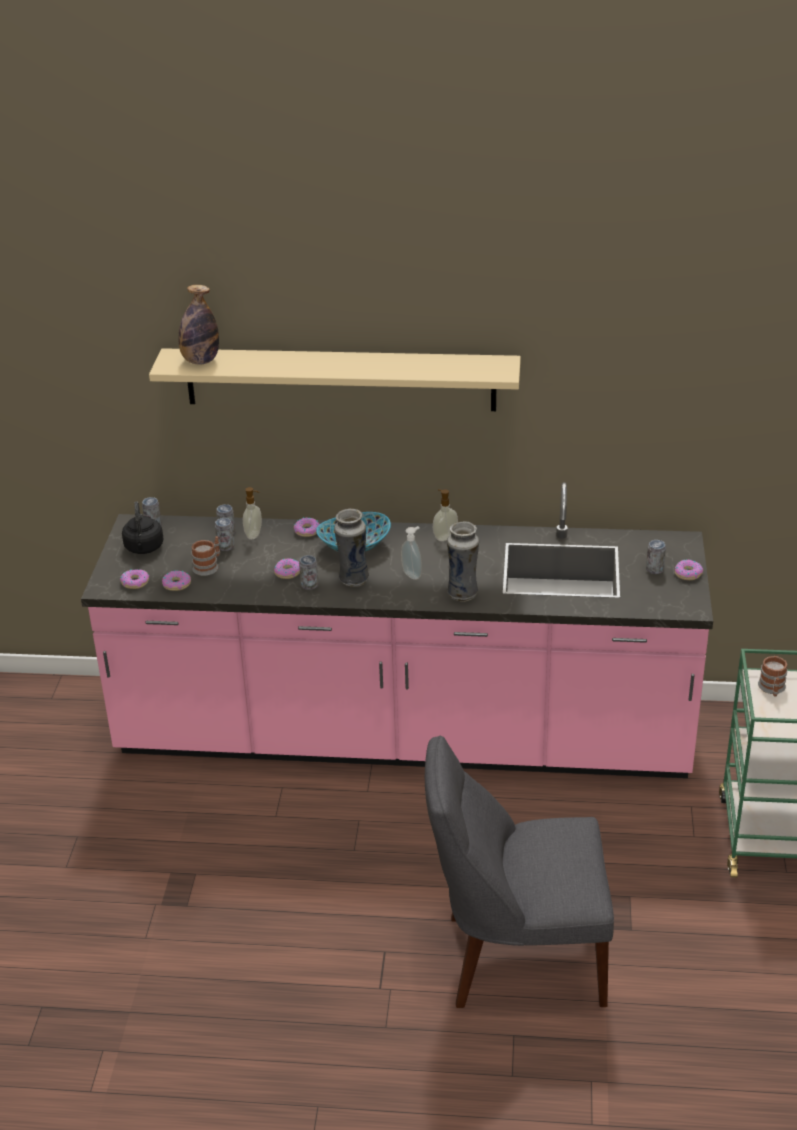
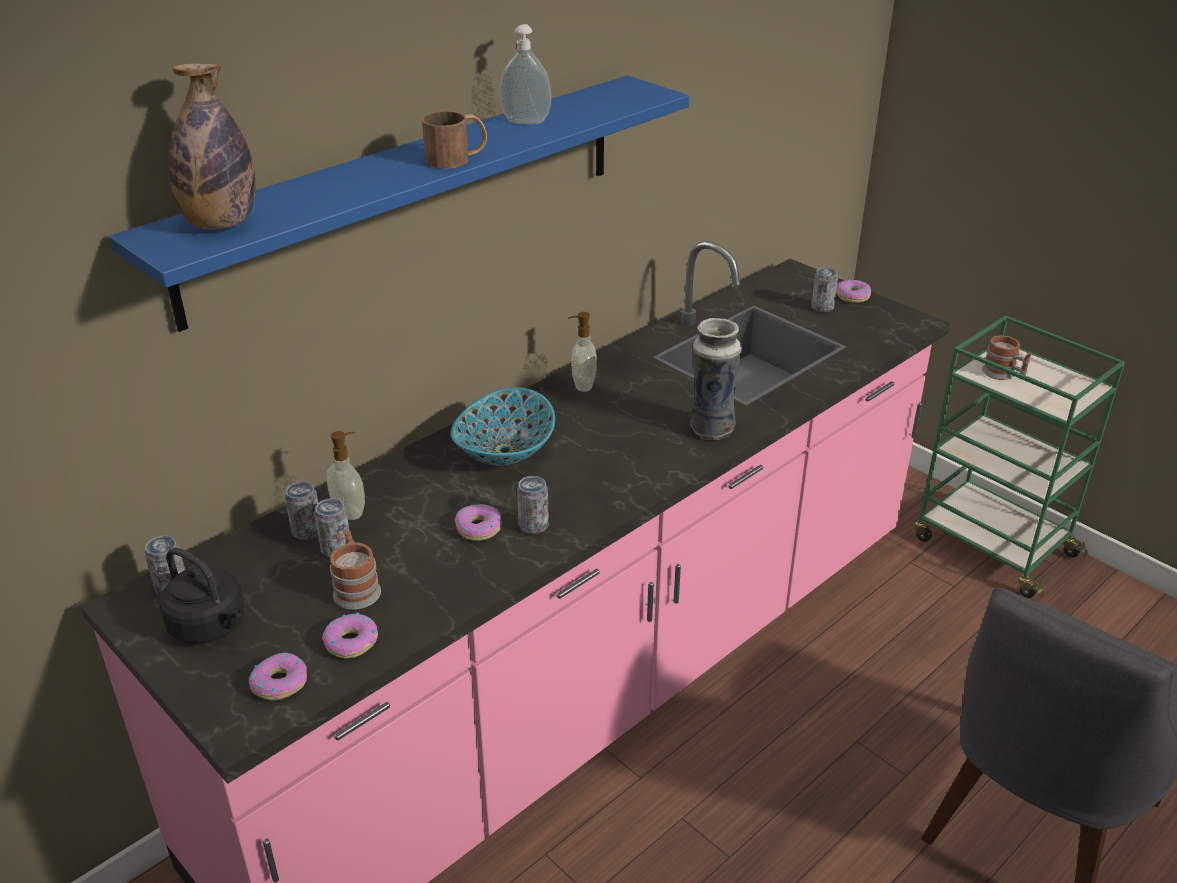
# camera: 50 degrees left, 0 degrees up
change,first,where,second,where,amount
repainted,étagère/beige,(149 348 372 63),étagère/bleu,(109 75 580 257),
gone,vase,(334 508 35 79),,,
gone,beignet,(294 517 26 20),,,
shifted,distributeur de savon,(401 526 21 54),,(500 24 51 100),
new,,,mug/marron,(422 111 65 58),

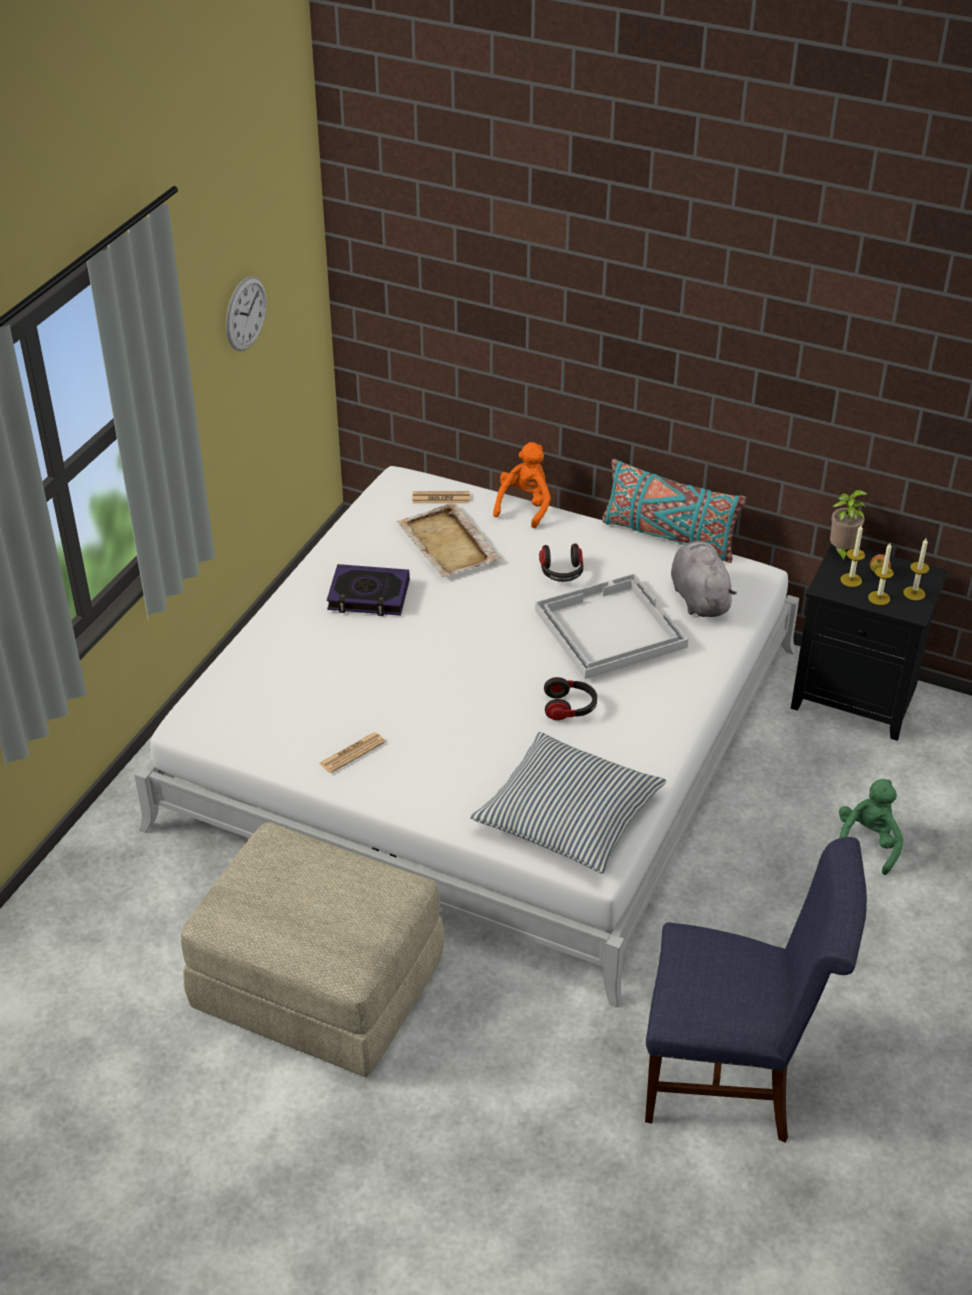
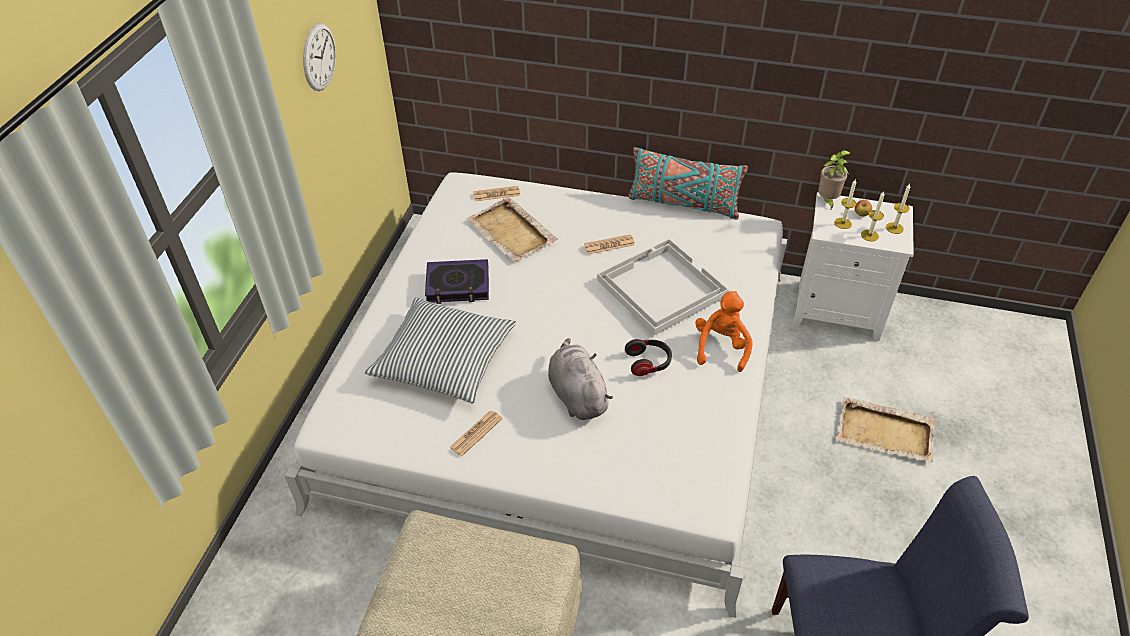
# camera: 10 degrees left, 5 degrees up
change,first,where,second,where,amount
shifted,peluche/orange,(493 442 58 86),,(695 291 58 81),
shifted,peluche/gris,(671 540 66 77),,(548 338 65 82),
swapped,casque audio,(539 543 44 39),journal,(584 234 51 20),
repainted,table de chevet/noir,(791 543 158 198),table de chevet/blanc,(792 192 122 149),
shifted,coussin,(470 732 196 142),,(364 298 153 105),
swapped,peluche/vert,(839 779 64 96),plateau/beige,(836 397 100 65),

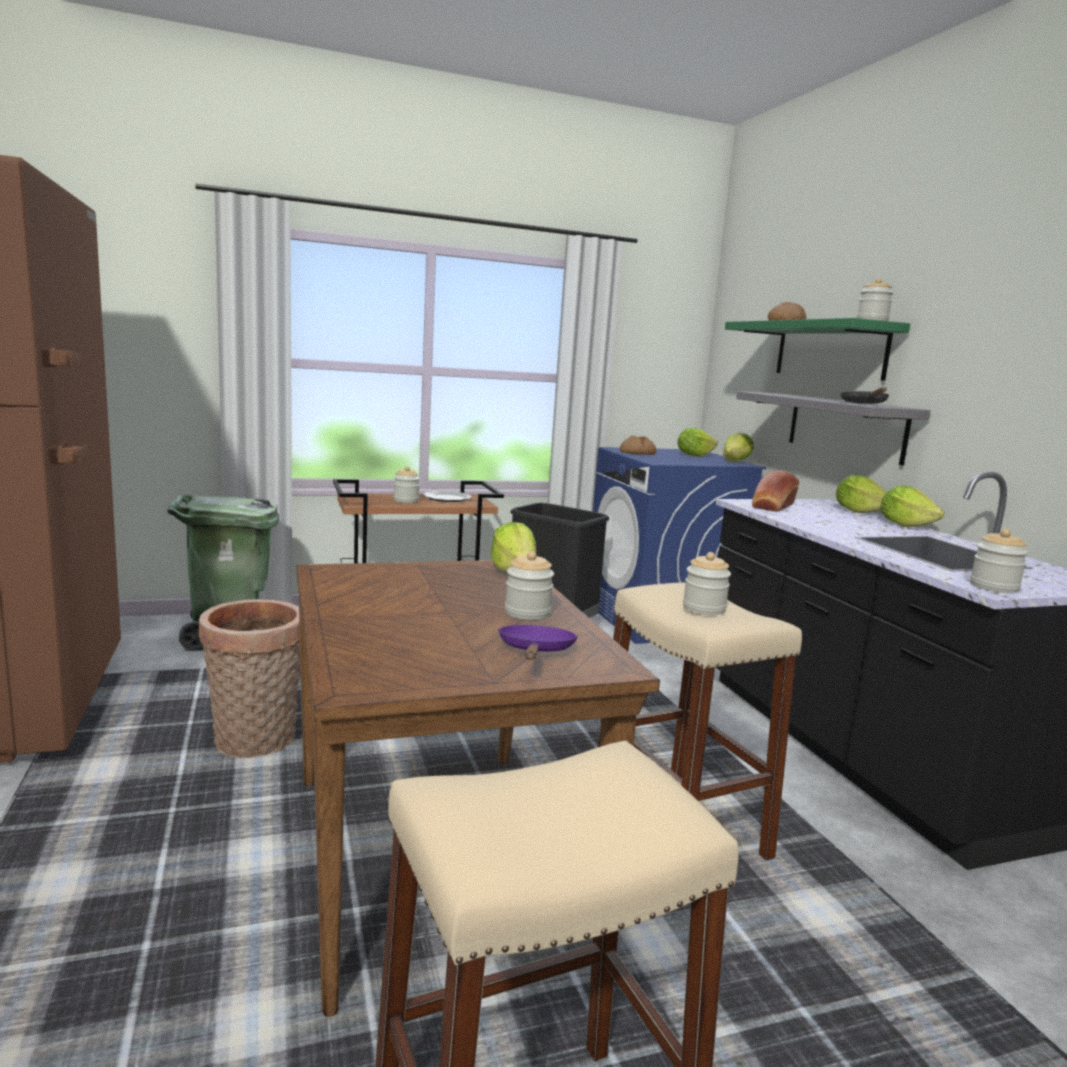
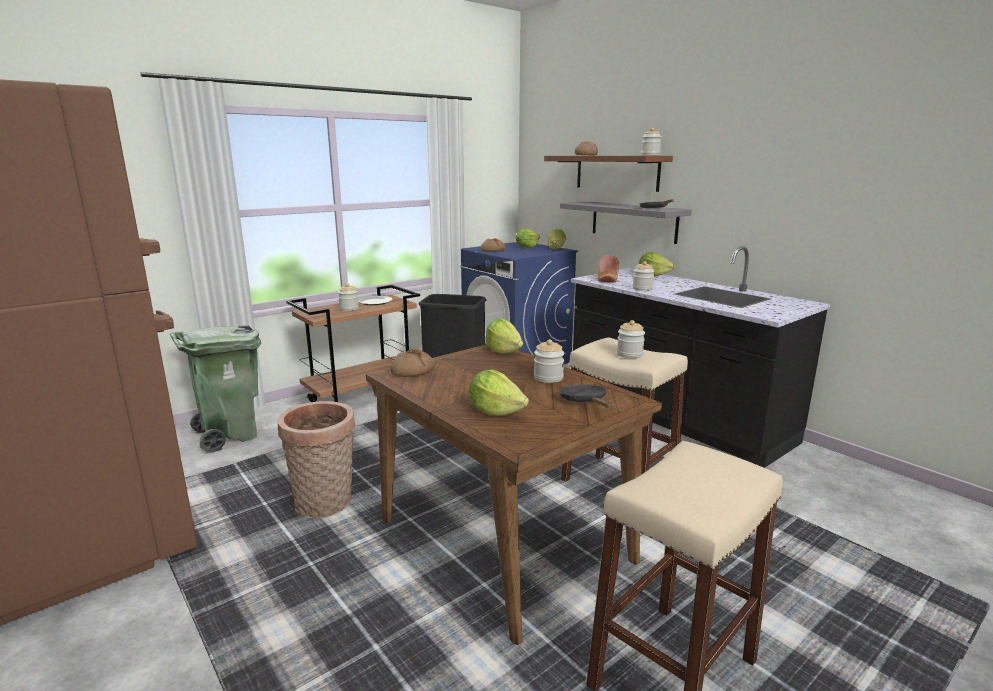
# camera: 20 degrees left, 5 degrees up
change,first,where,second,where,amount
repainted,étagère/vert,(725 318 185 63),étagère/marron,(544 156 129 36),
shifted,laitue,(881 485 63 42),,(469 370 60 46),
shifted,bocal,(970 529 58 64),,(633 261 22 30),
repainted,poêle/violet,(498 625 80 35),poêle/noir,(559 384 52 23),
new,,,pain,(390 349 45 28),

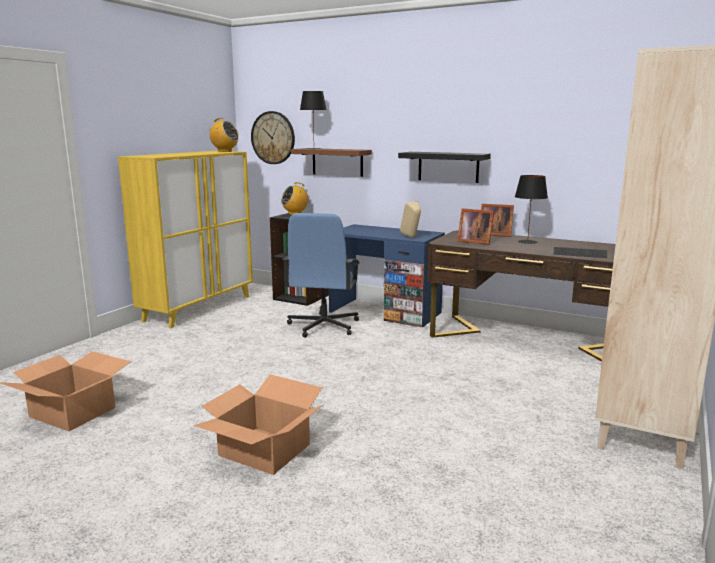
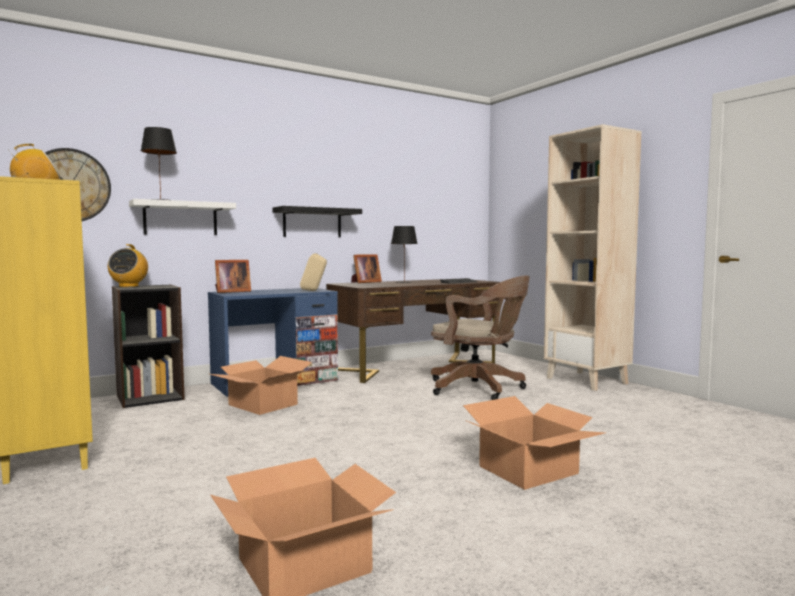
# camera: 60 degrees left, 10 degrees down
change,first,where,second,where,amount
repainted,étagère/marron,(291 148 81 29),étagère/blanc,(129 199 107 36),
shifted,cadre photo,(457 208 37 37),,(215 260 36 33),
swapped,chaise de bureau/bleu,(282 213 78 125),carton,(210 356 102 59),
new,,,chaise de bureau/marron,(431 275 99 125),

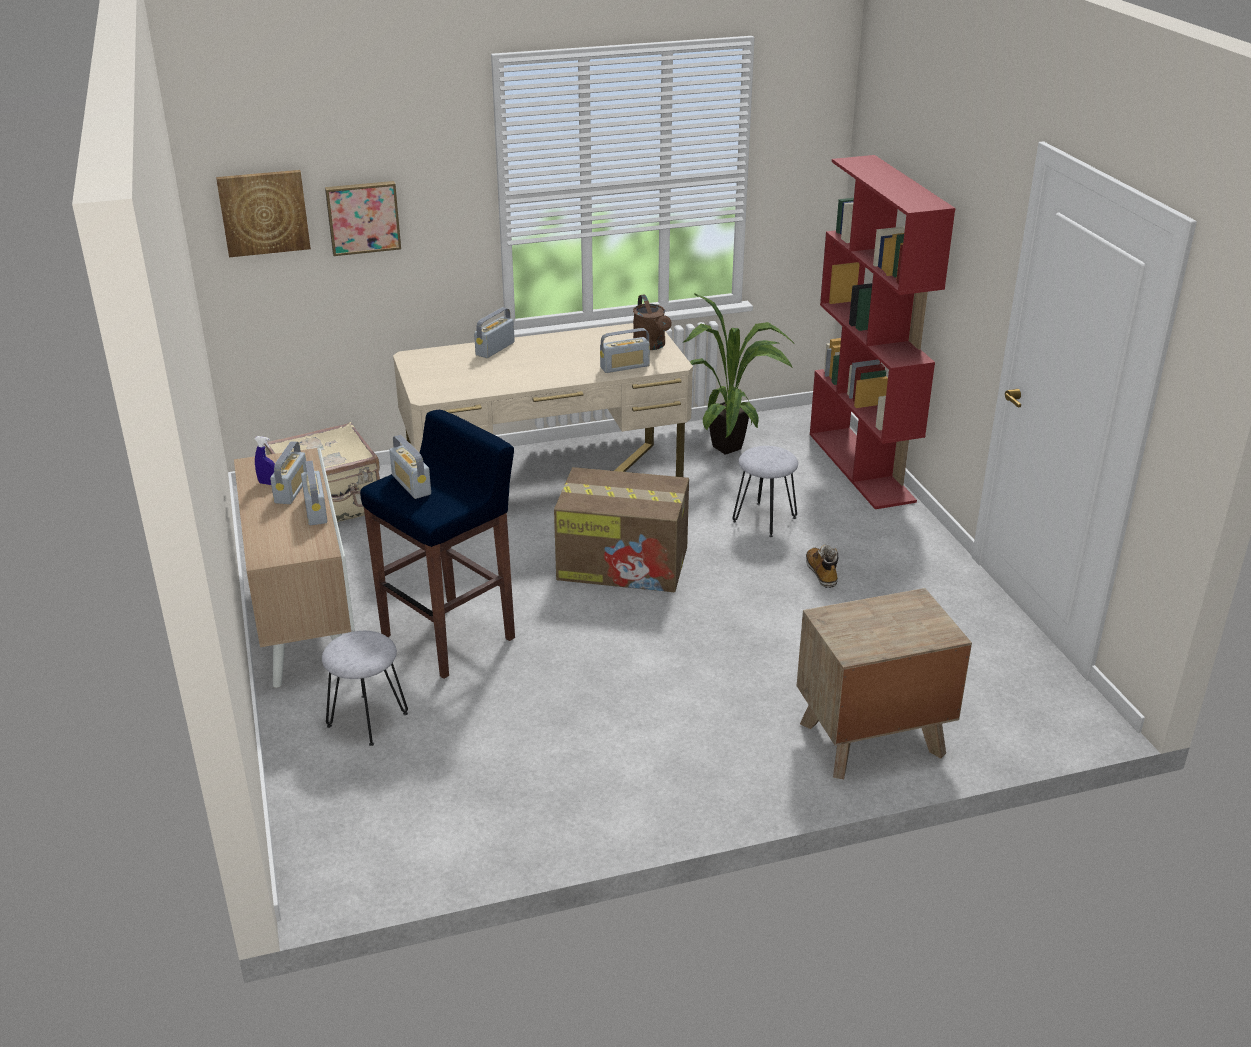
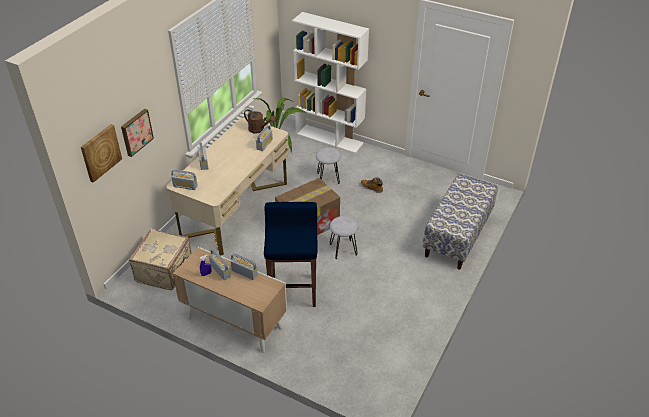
# camera: 45 degrees left, 10 degrees up
change,first,where,second,where,amount
repainted,bibliothèque/rouge,(810 155 145 354),bibliothèque/blanc,(292 12 77 142),
shifted,radio,(389 435 42 64),,(171 170 27 20),
swapped,table de chevet/marron,(797 588 175 191),banc,(422 174 76 96),
shifted,tabouret/gris,(322 631 86 115),,(330 216 28 43),

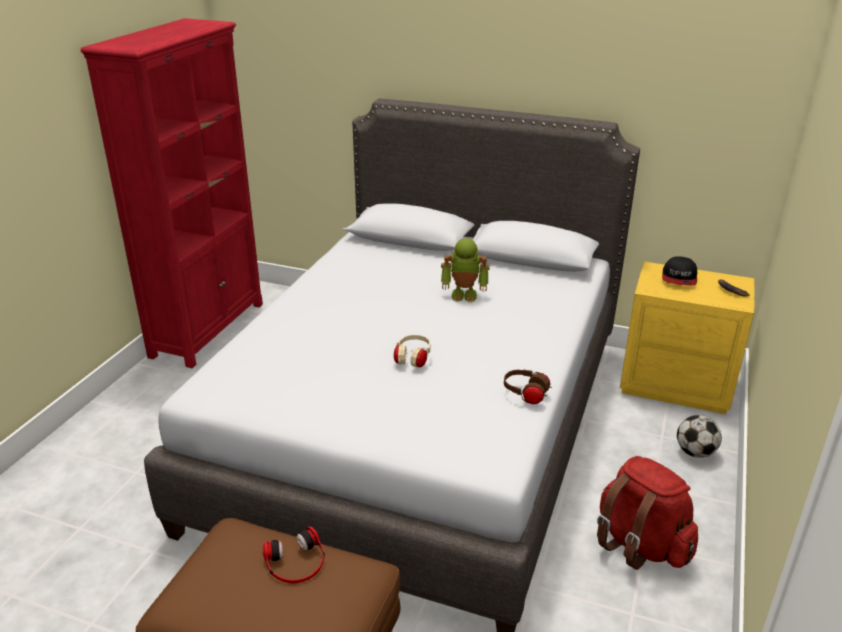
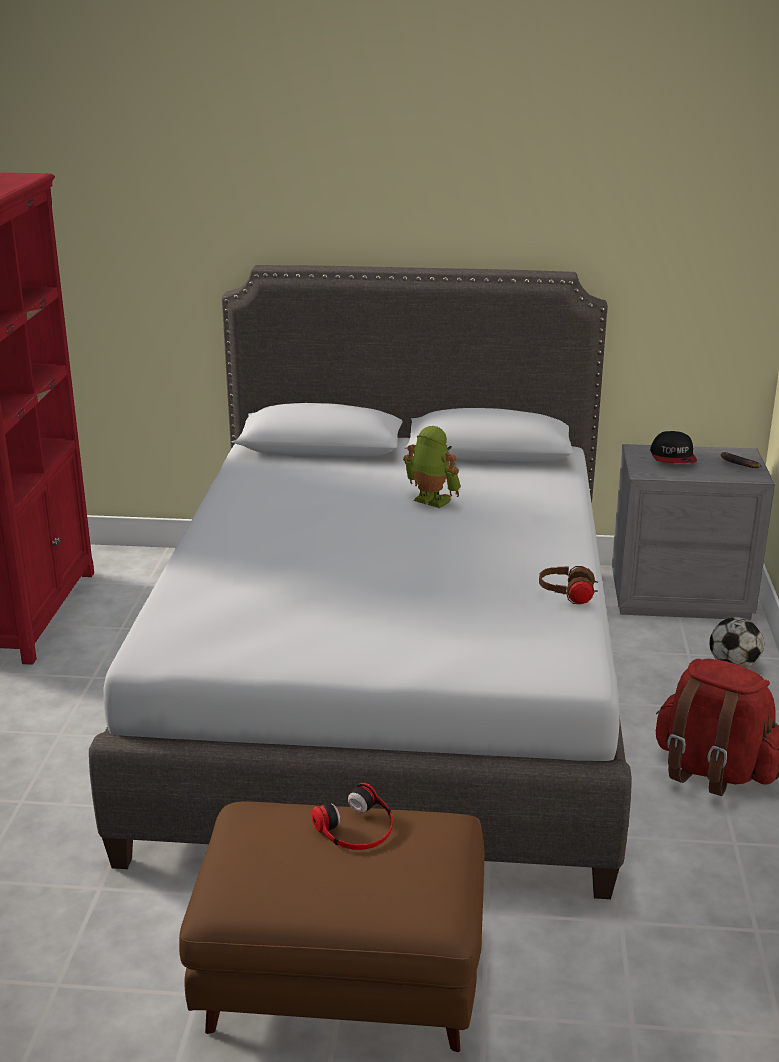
# camera: 15 degrees left, 5 degrees down
change,first,where,second,where,amount
rotated,robot jouet,(441 238 49 65),,(403 426 58 82),135 degrees counterclockwise
repainted,table de chevet/jaune,(620 262 135 152),table de chevet/gris,(612 444 163 176),
gone,casque audio/beige,(394 335 36 33),,,

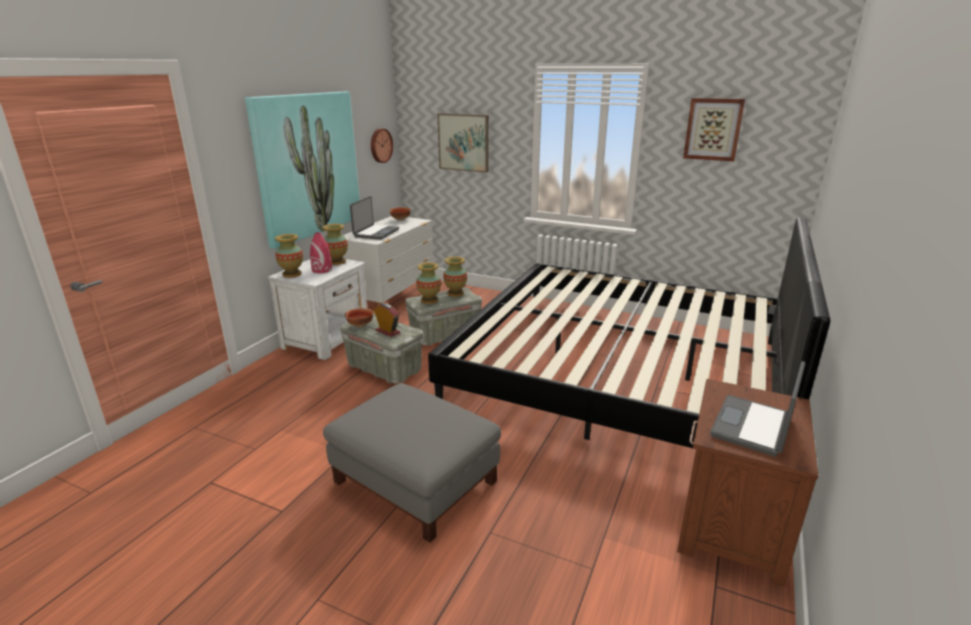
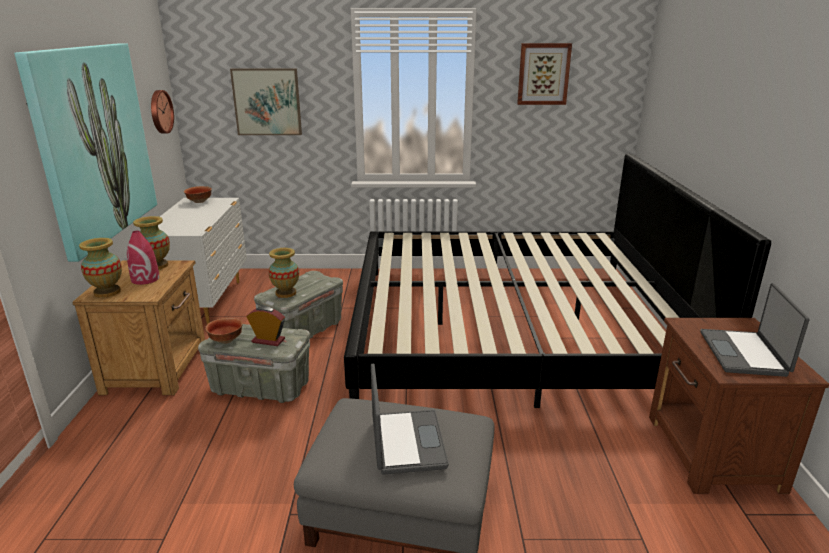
# camera: 25 degrees left, 0 degrees up
change,first,where,second,where,amount
shifted,ordinateur portable,(350 196 49 44),,(371 364 78 111),
gone,vase,(443 257 24 40),,,
repainted,table de chevet/blanc,(268 259 99 101),table de chevet/marron,(72 260 133 135),

